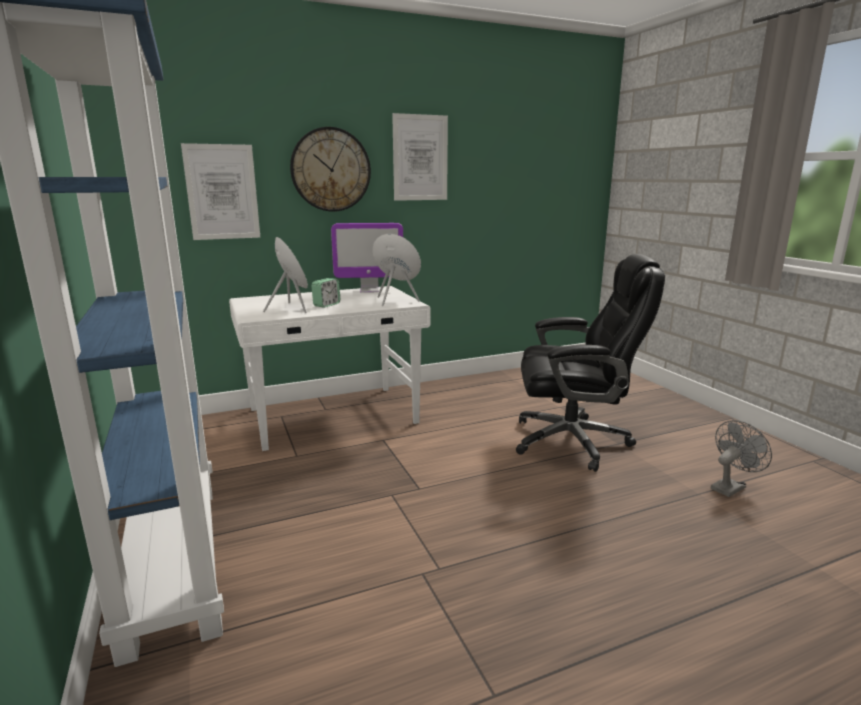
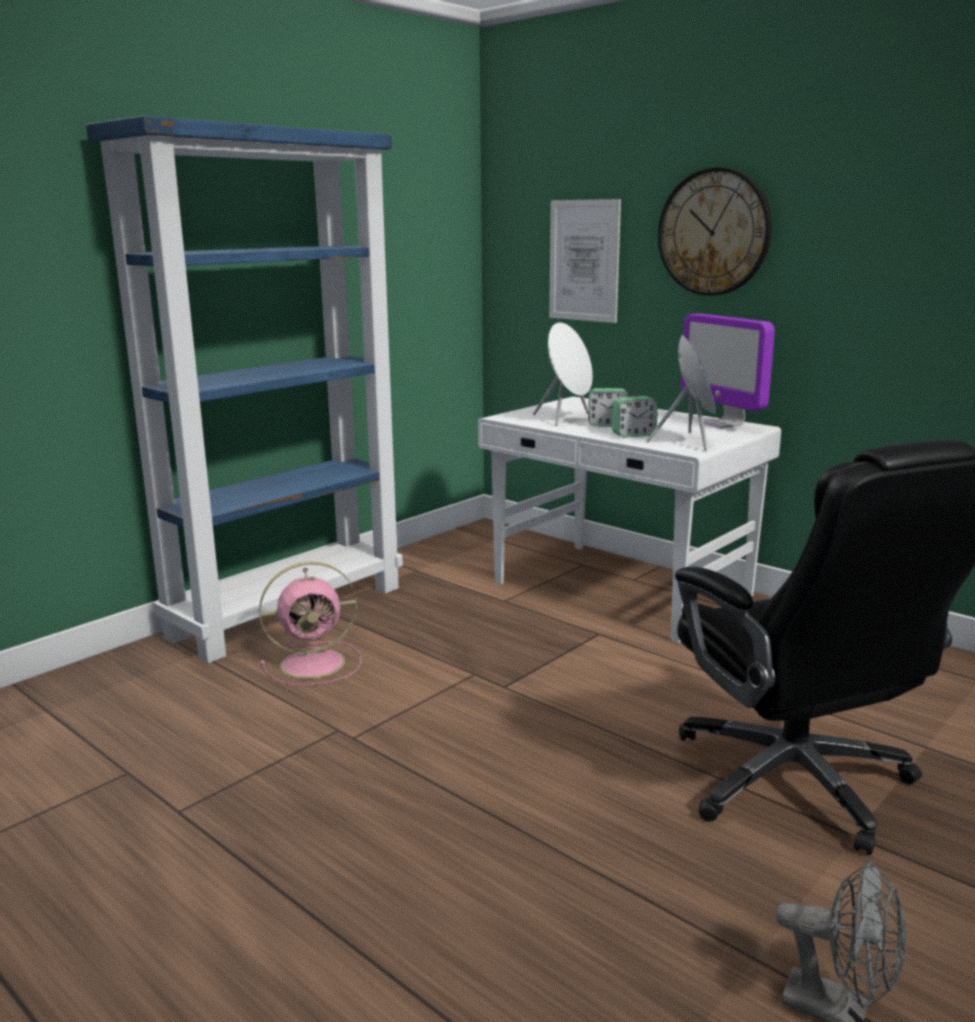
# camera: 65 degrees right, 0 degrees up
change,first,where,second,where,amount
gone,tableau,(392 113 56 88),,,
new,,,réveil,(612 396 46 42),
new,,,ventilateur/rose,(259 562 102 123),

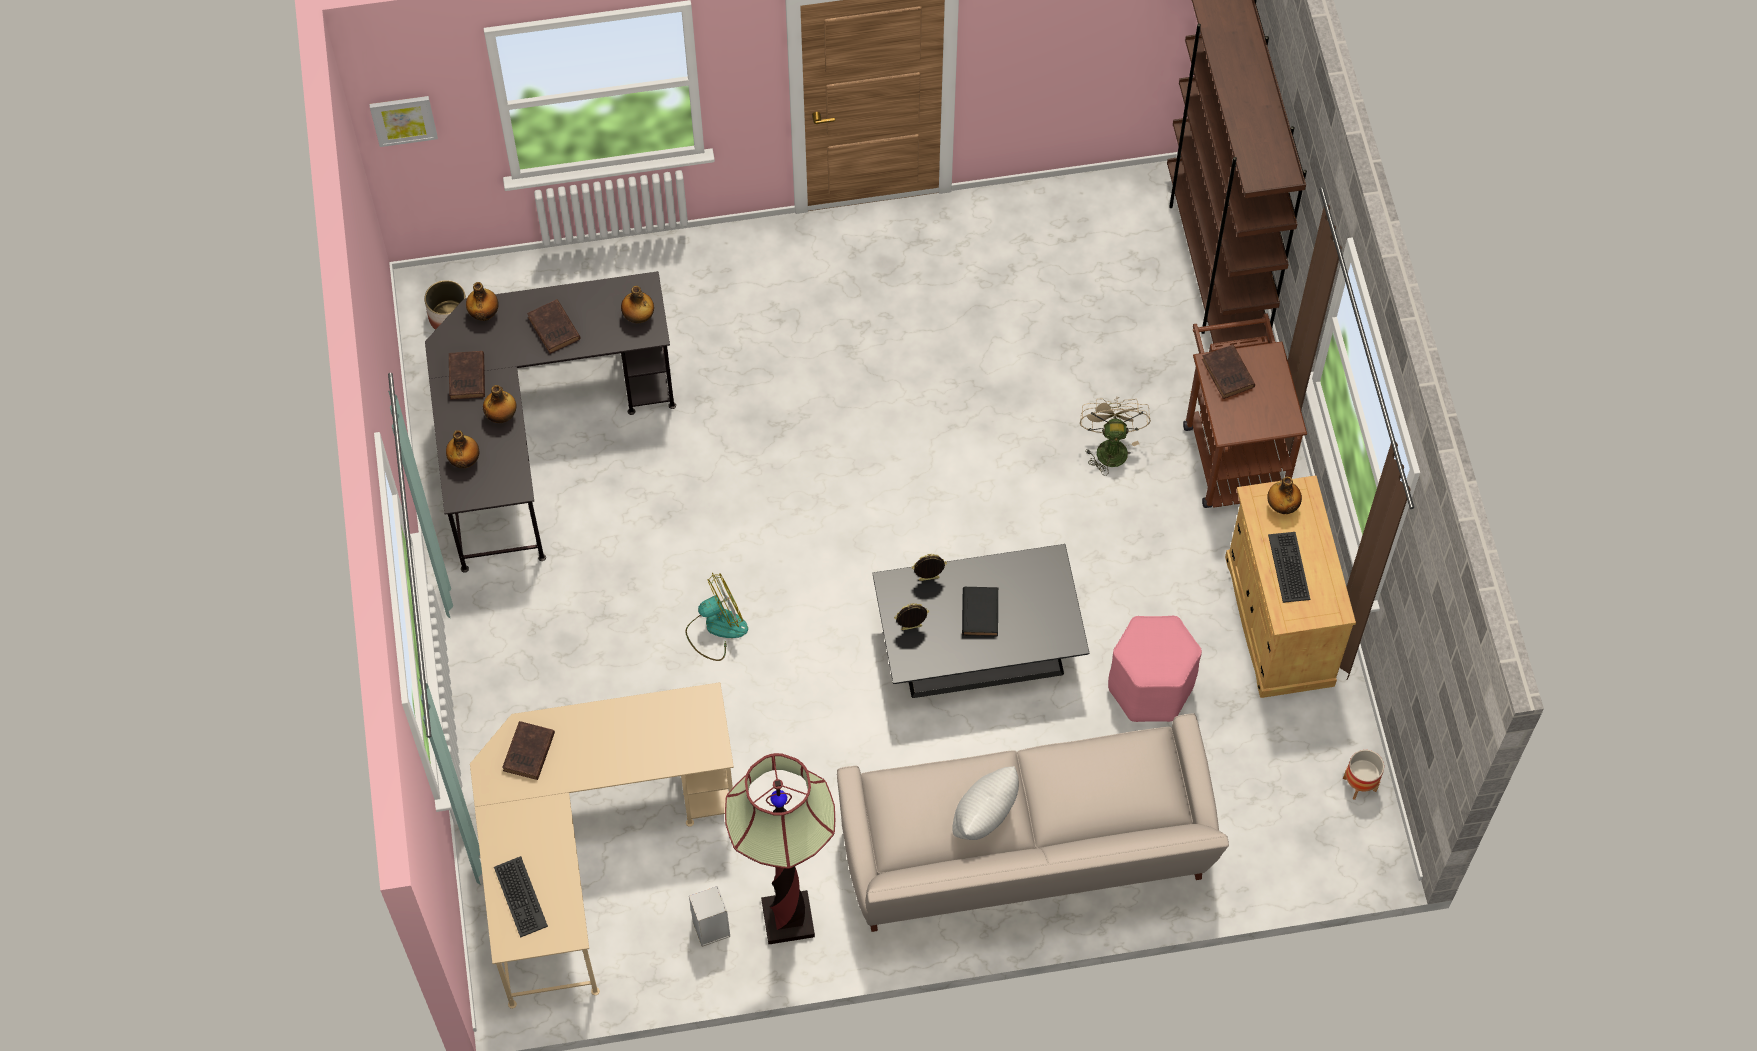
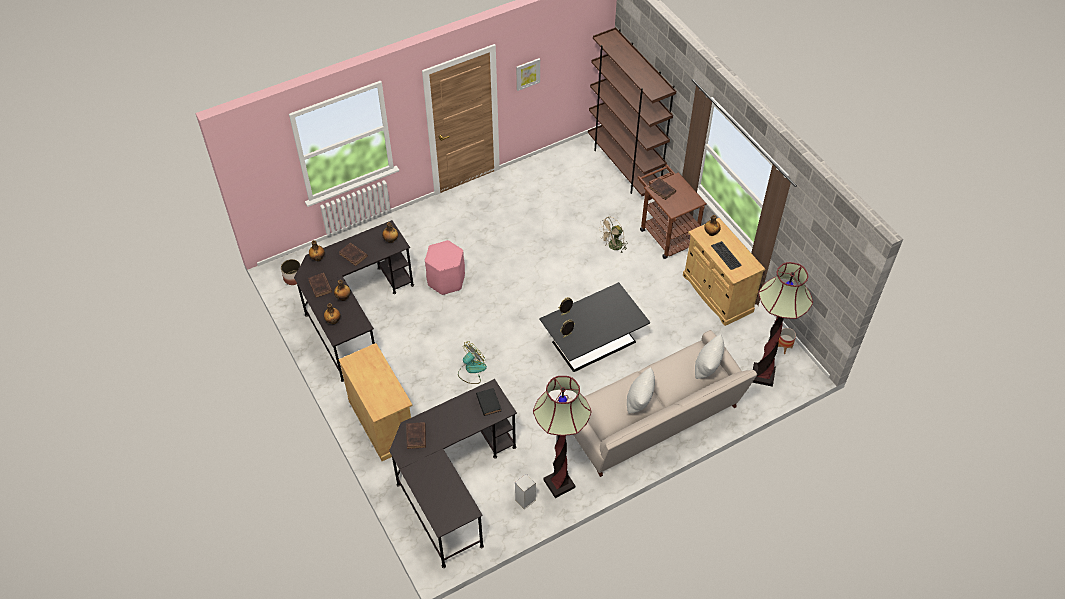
# camera: 20 degrees left, 10 degrees down
change,first,where,second,where,amount
shifted,tableau,(369 96 69 51),,(516 58 24 33),
rotated,ventilateur/beige,(1080 397 71 79),,(599 216 28 37),105 degrees counterclockwise
shifted,livre/noir,(962 587 36 49),,(476 388 25 28),
shifted,tabouret/rose,(1108 616 94 106),,(425 240 40 55),
repainted,bureau/beige,(470 682 264 327),bureau/noir,(389 379 128 189),
gone,clavier,(494 856 54 82),,,
new,,,lampadaire,(752 262 61 125),
new,,,coussin/blanc,(695 334 29 45),
new,,,meuble de rangement/beige,(339 343 74 118),

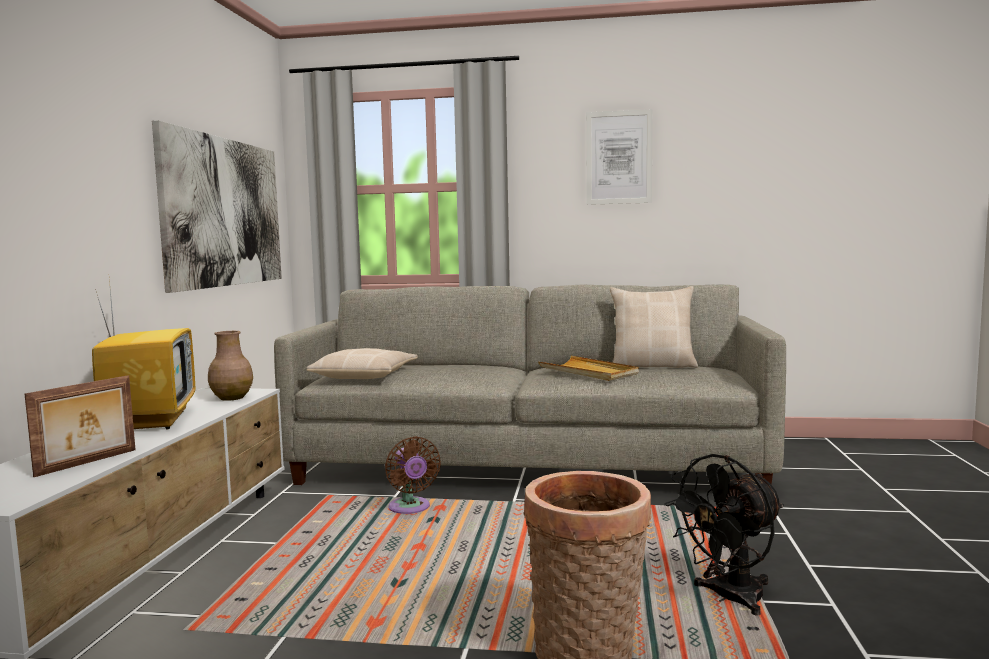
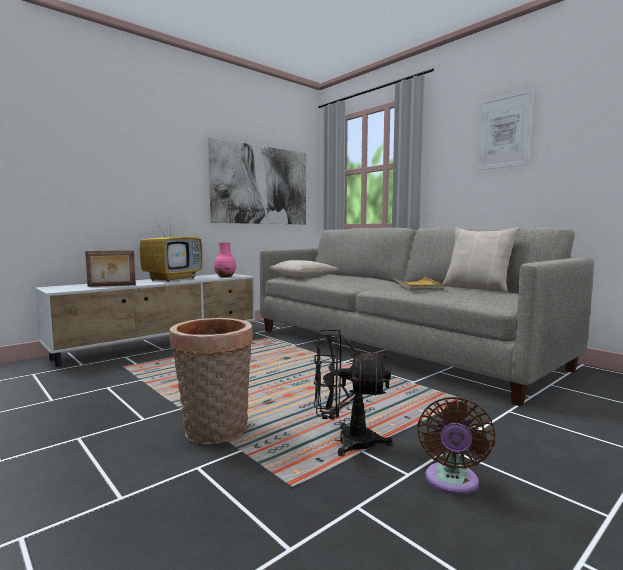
# camera: 40 degrees right, 0 degrees up
change,first,where,second,where,amount
repainted,vase/marron,(208 331 45 70),vase/rose,(214 242 22 35),
shifted,ventilateur/marron,(385 436 56 78),,(417 397 78 98),

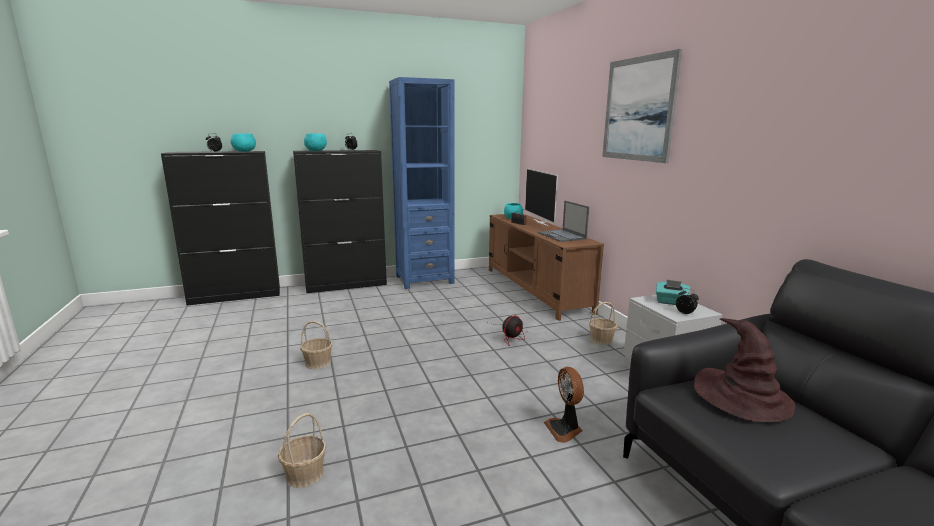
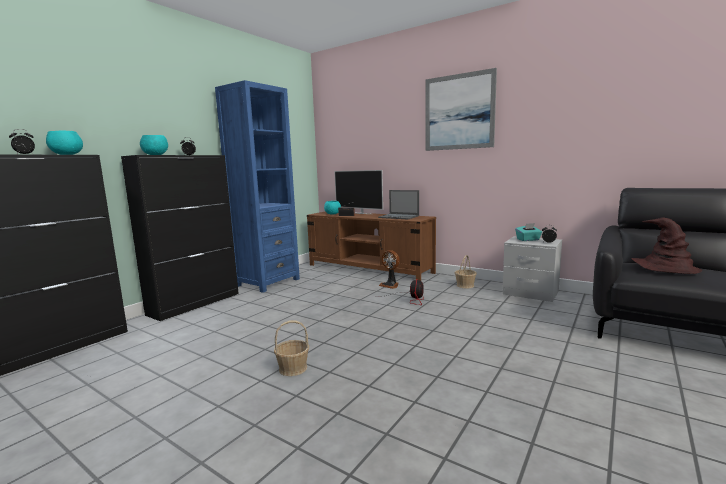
# camera: 35 degrees left, 5 degrees down
change,first,where,second,where,amount
shifted,ventilateur,(544 367 40 76),,(379 250 21 39),
gone,panier,(278 413 48 75),,,

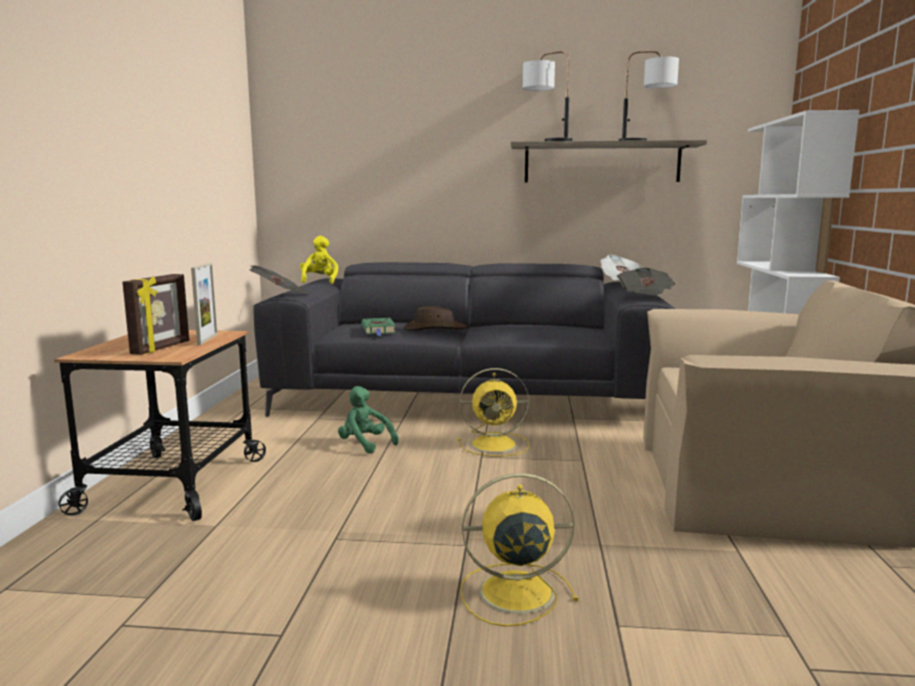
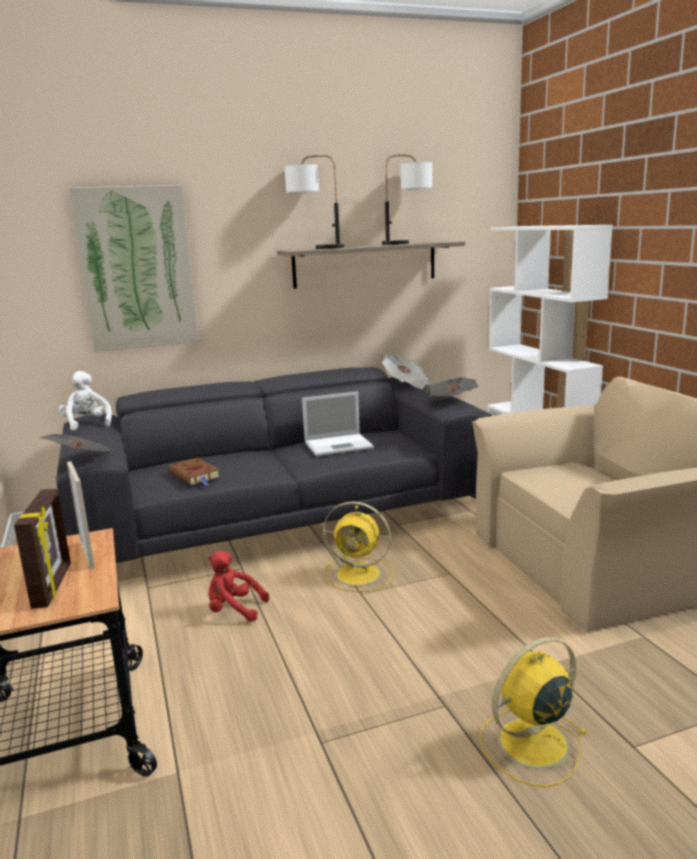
# camera: 25 degrees left, 5 degrees up
change,first,where,second,where,amount
repainted,peluche/jaune,(300 236 38 48),peluche/blanc,(59 371 53 60),
gone,chapeau/marron,(403 306 65 25),,,
repainted,livre/vert,(362 318 34 18),livre/marron,(168 458 52 28),
rotated,ventilateur/jaune,(457 368 72 88),,(323 501 71 91),45 degrees clockwise
repainted,peluche/vert,(338 386 61 68),peluche/rouge,(208 551 61 71),
new,,,tableau,(69 185 130 167),
new,,,ordinateur portable,(302 391 72 65),

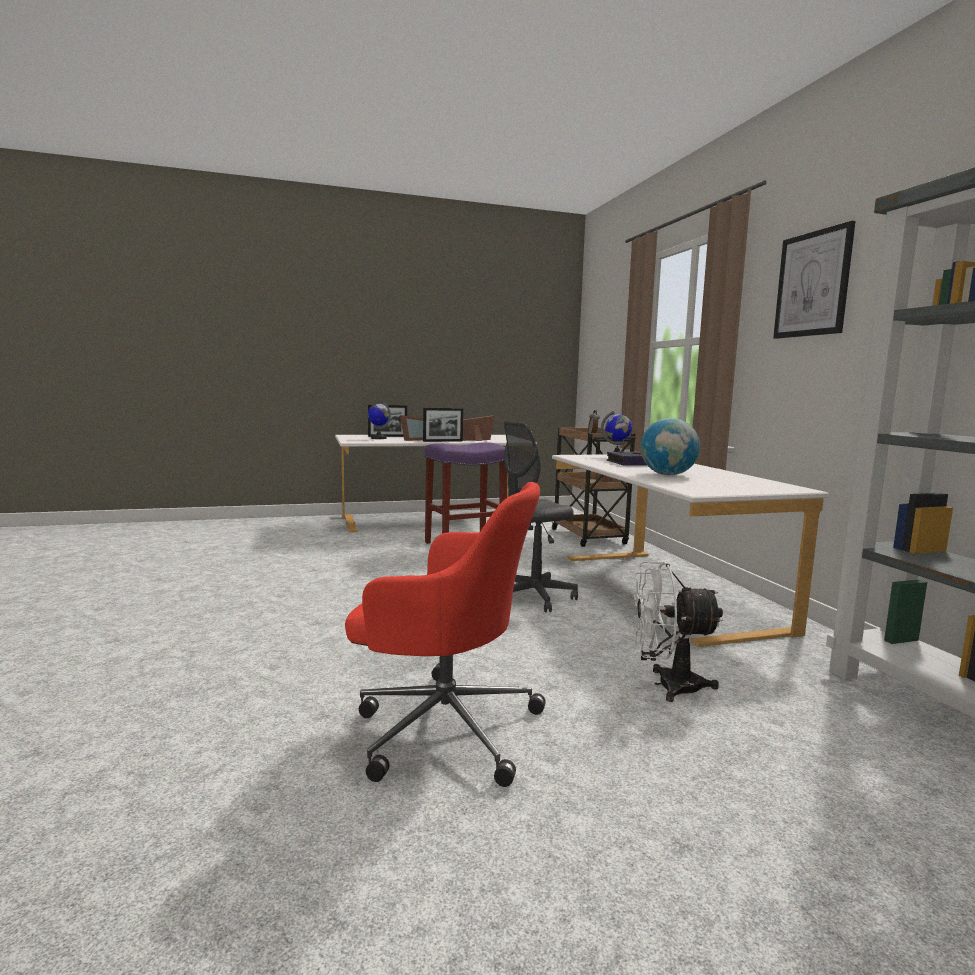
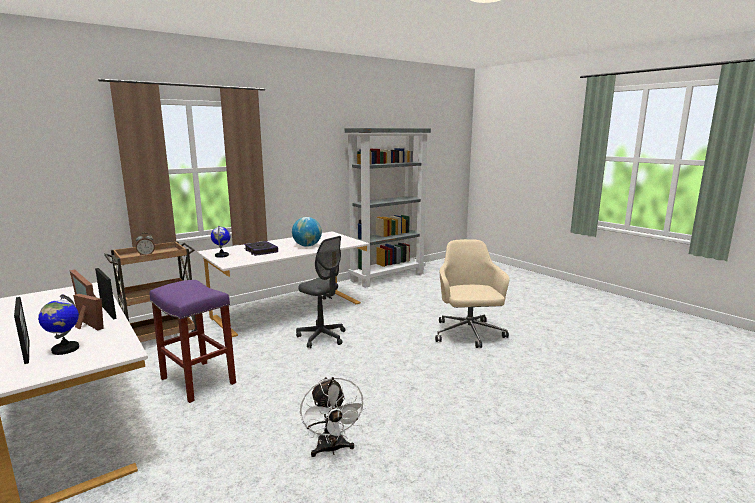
# camera: 110 degrees left, 5 degrees up
change,first,where,second,where,amount
gone,tableau,(773 220 82 119),,,
repainted,chaise de bureau/rouge,(345 482 201 305),chaise de bureau/beige,(435 239 74 109),
shifted,ventilateur/blanc,(632 562 91 140),,(300 377 67 80),

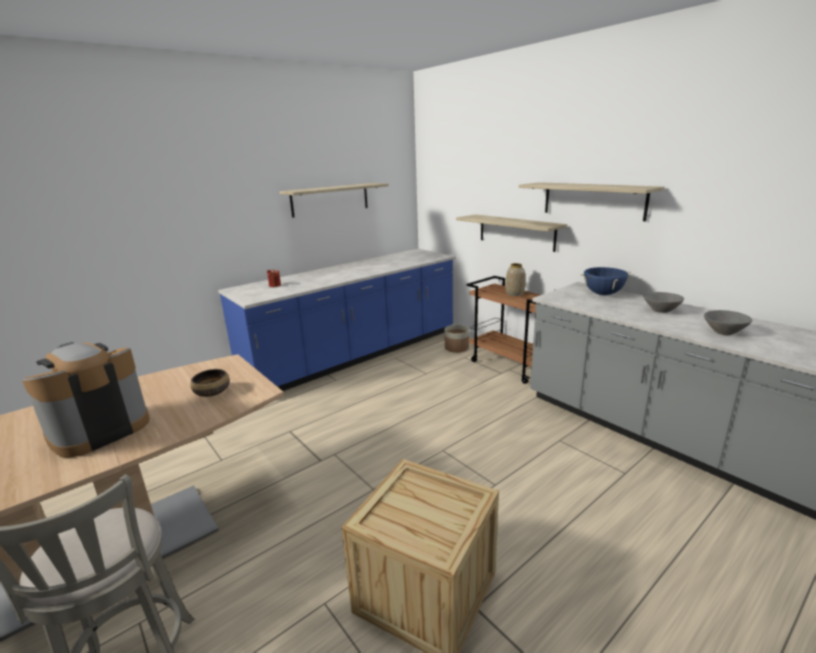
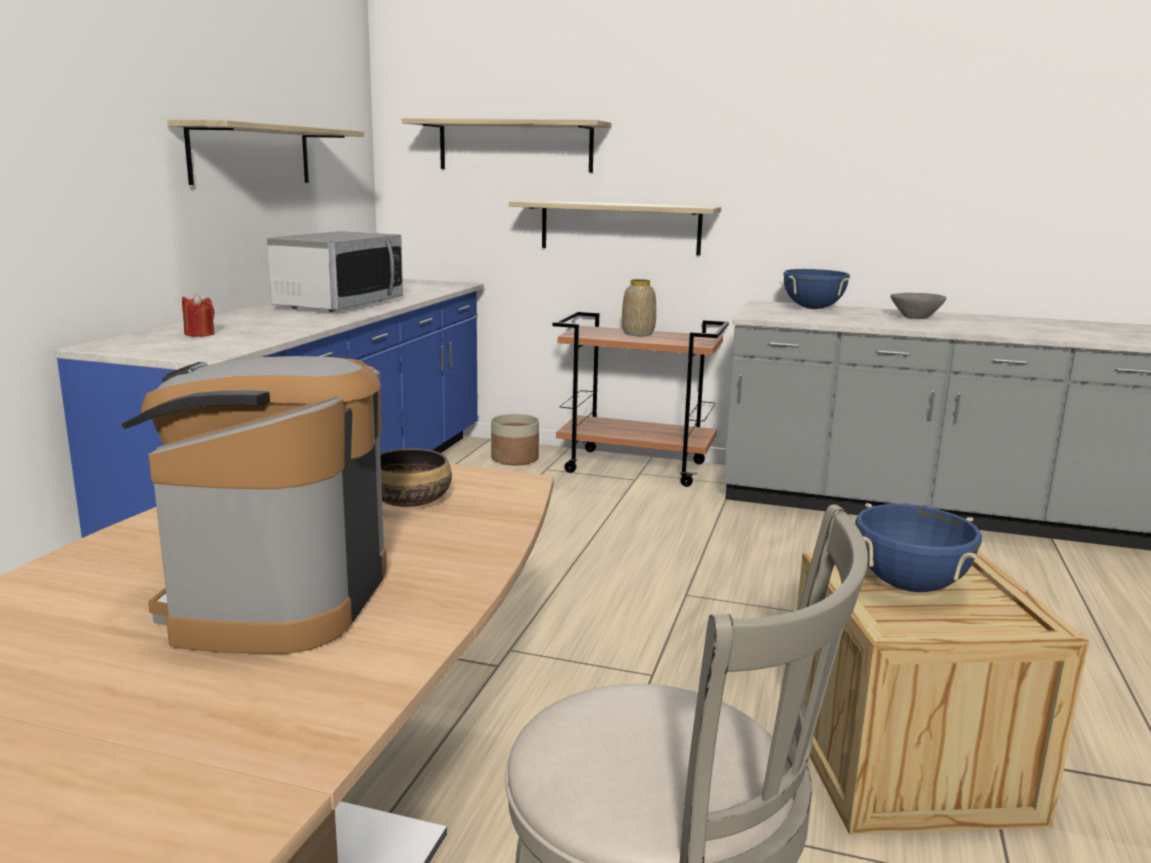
# camera: 35 degrees left, 5 degrees down
change,first,where,second,where,amount
shifted,étagère,(519 182 146 39),,(402 118 209 54),
gone,bol/gris,(704 310 48 25),,,
new,,,micro-ondes,(267 231 136 81),
new,,,marmite/bleu,(855 503 127 89),

